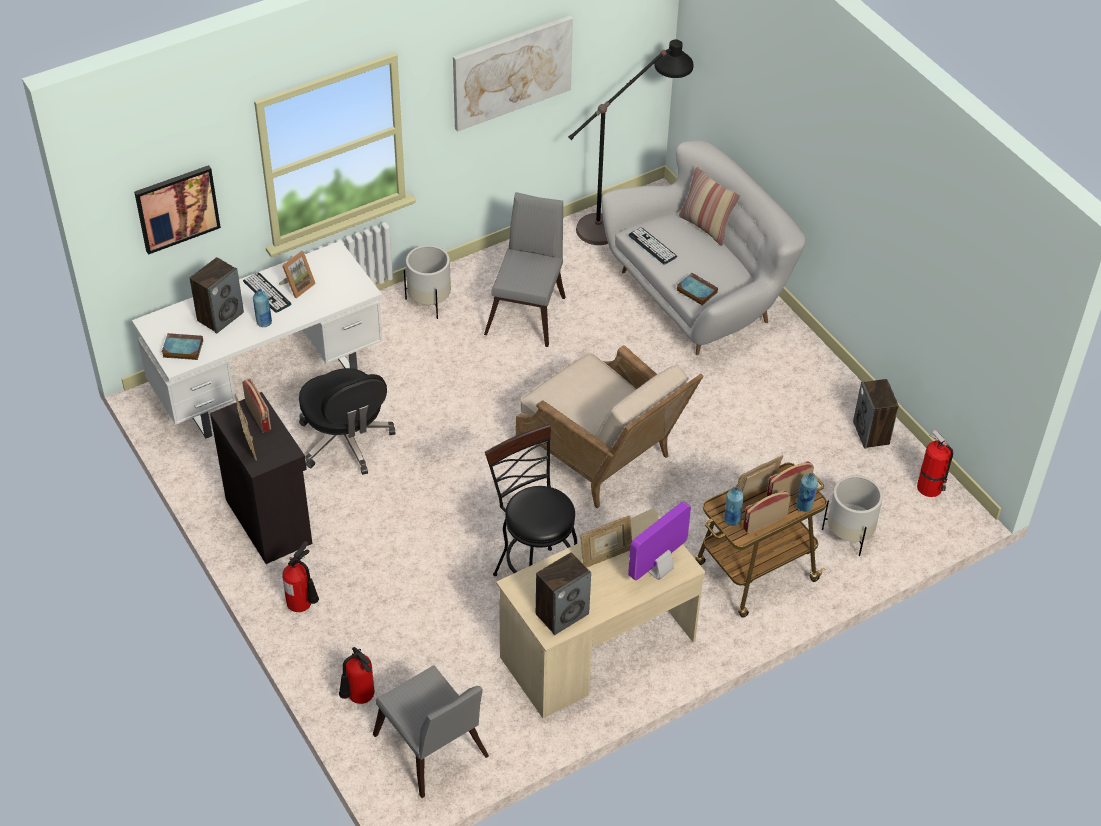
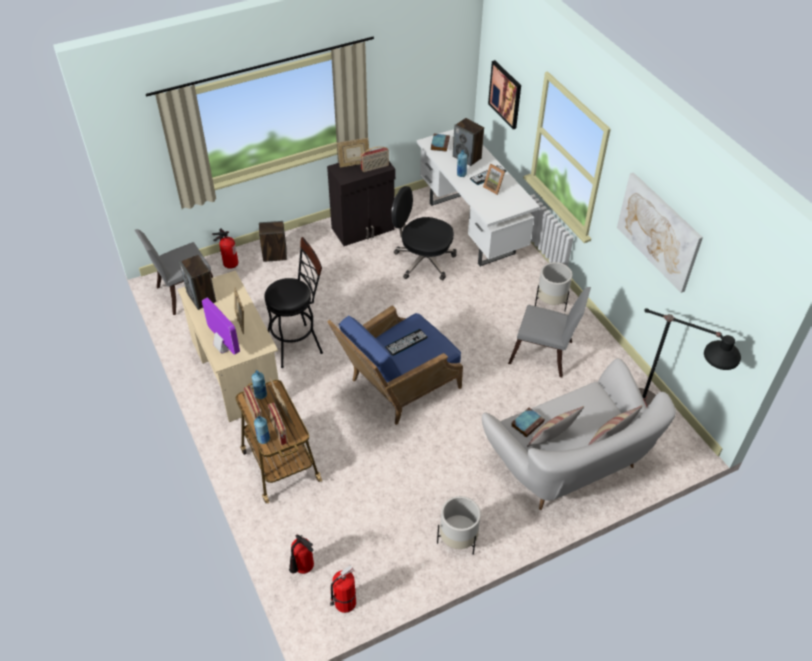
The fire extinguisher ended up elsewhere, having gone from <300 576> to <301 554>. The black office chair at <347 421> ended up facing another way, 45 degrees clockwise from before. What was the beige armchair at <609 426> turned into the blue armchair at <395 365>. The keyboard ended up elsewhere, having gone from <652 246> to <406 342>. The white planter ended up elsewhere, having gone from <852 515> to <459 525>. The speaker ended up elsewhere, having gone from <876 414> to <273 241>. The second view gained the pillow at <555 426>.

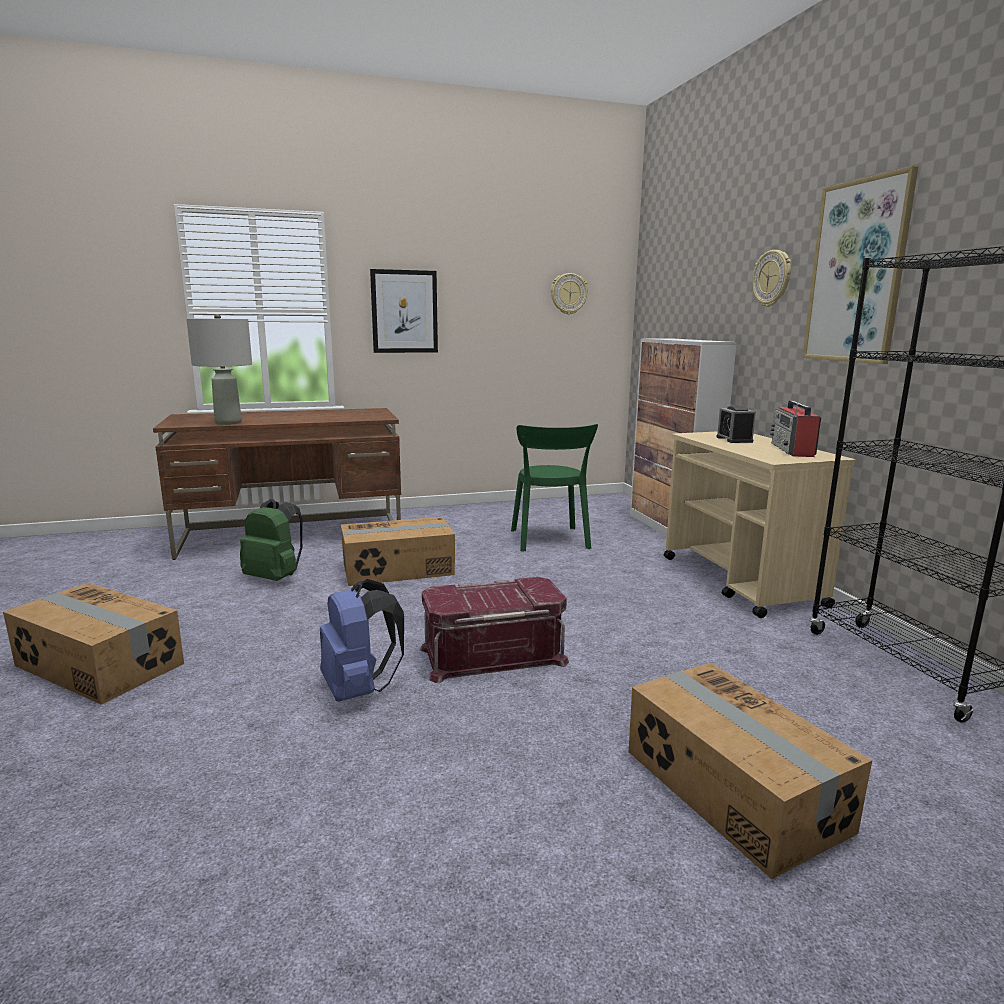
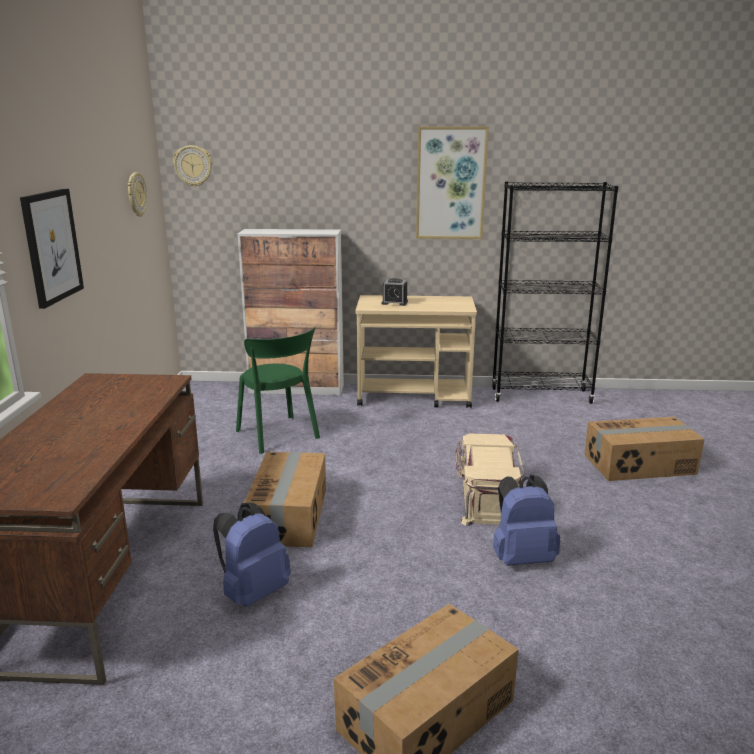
The second view lost the grey table lamp at <219 369>. What was the green backpack at <271 540> turned into the blue backpack at <252 554>. What was the red storage box at <494 630> turned into the beige storage box at <490 480>. The green chair at <554 488> ended up facing another way, 45 degrees clockwise from before. The wall clock ended up elsewhere, having gone from <771 278> to <192 166>. The second view lost the radio at <795 429>.

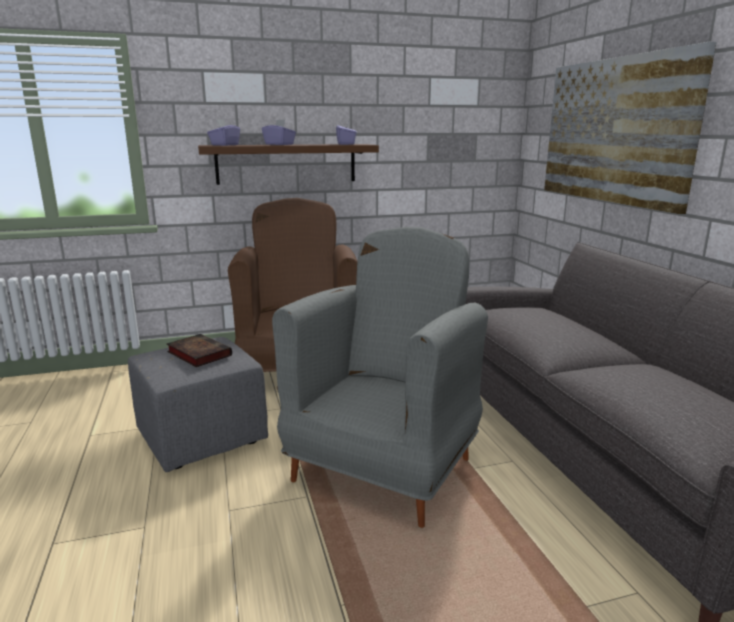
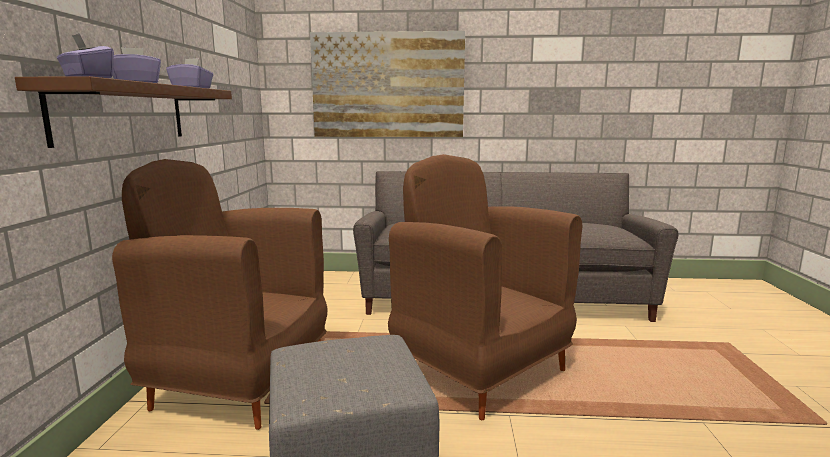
The second view lost the book at <199 350>. What was the grey armchair at <380 377> turned into the brown armchair at <485 287>.

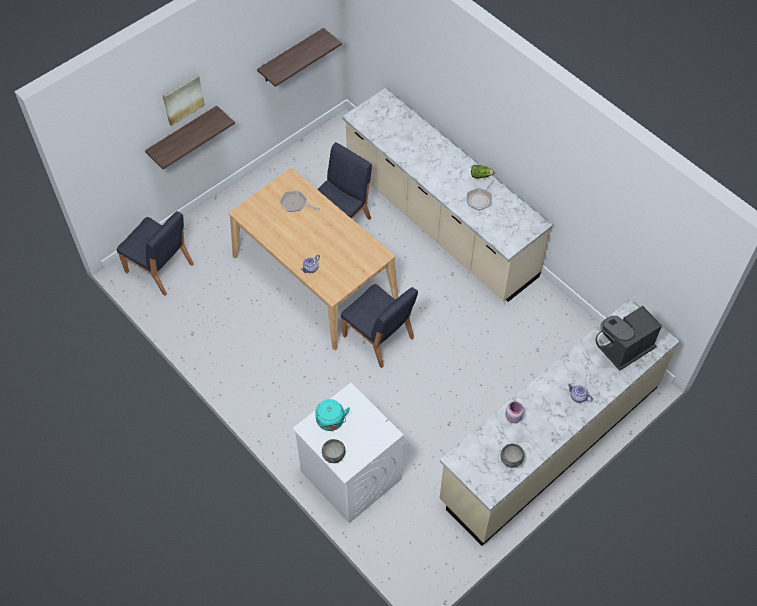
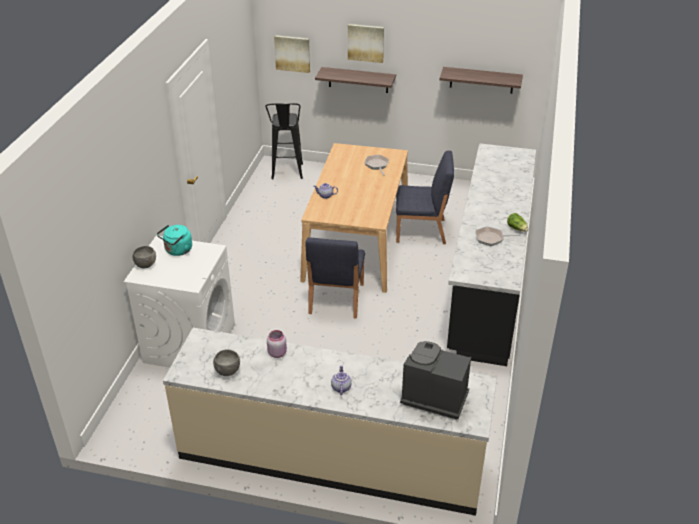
Where the blue chair stood at <155 253>, the black stool came to stand at <284 141>. What was the beige counter at <447 195> turned into the black counter at <491 254>. The second view gained the picture at <292 54>.

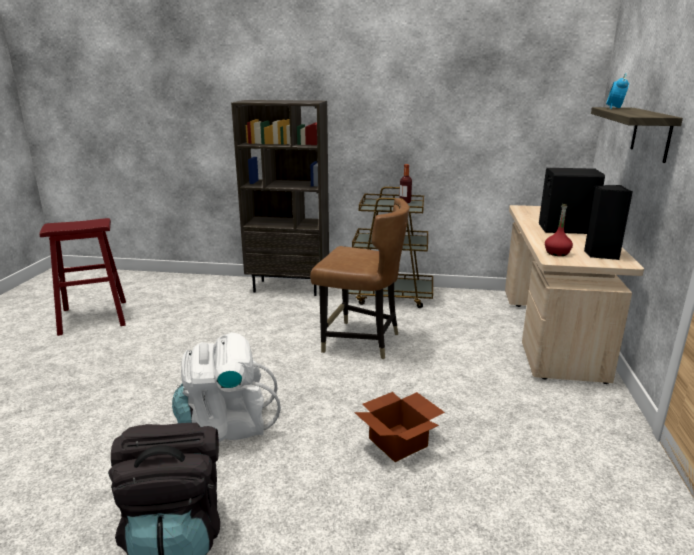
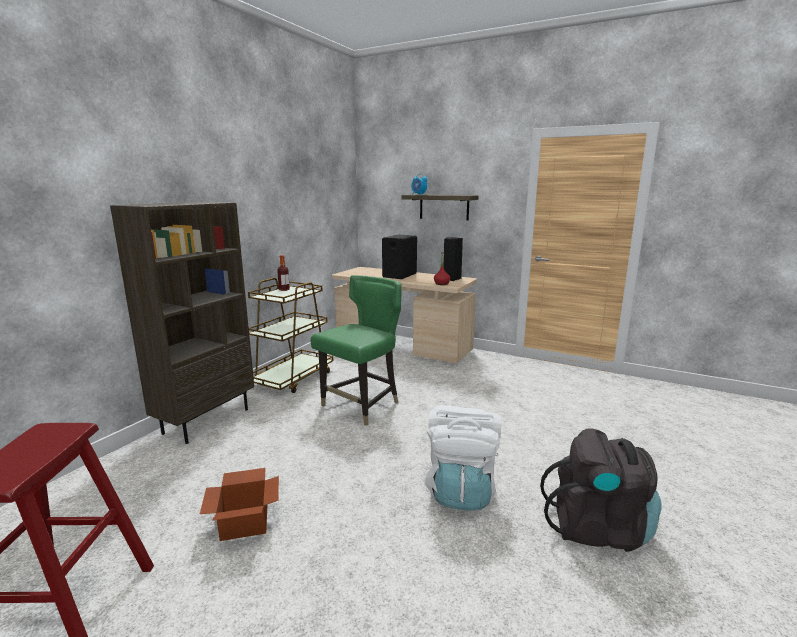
What was the brown chair at <360 278> turned into the green chair at <356 350>. The cardboard box ended up elsewhere, having gone from <399 427> to <239 504>.

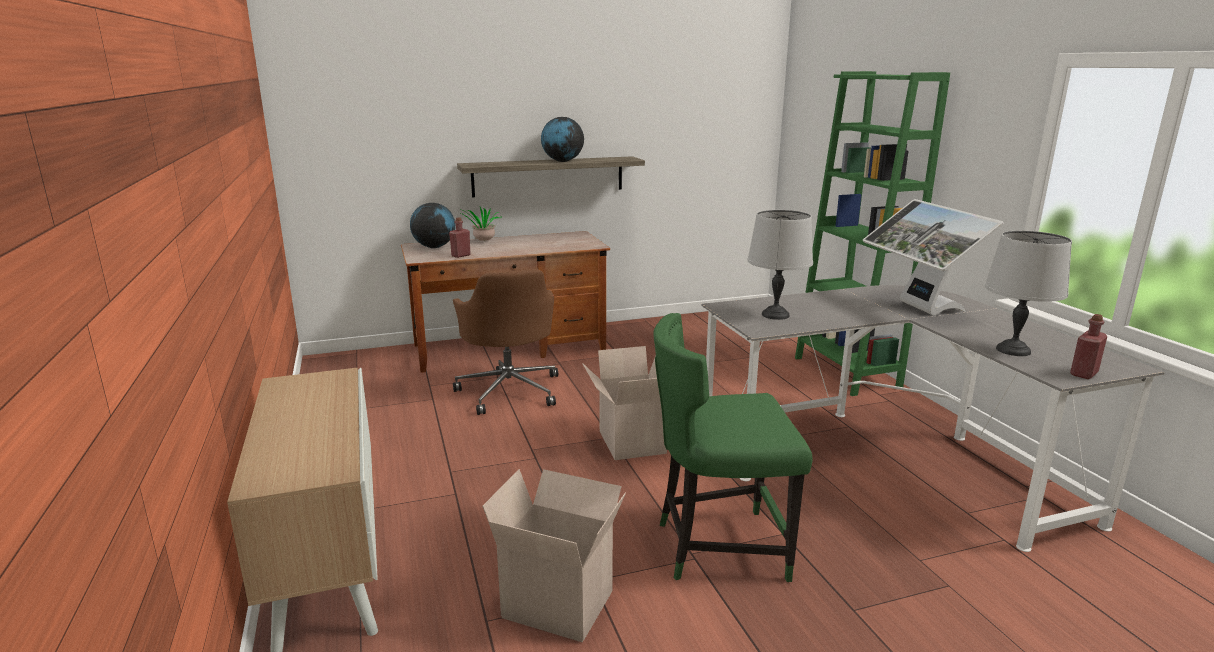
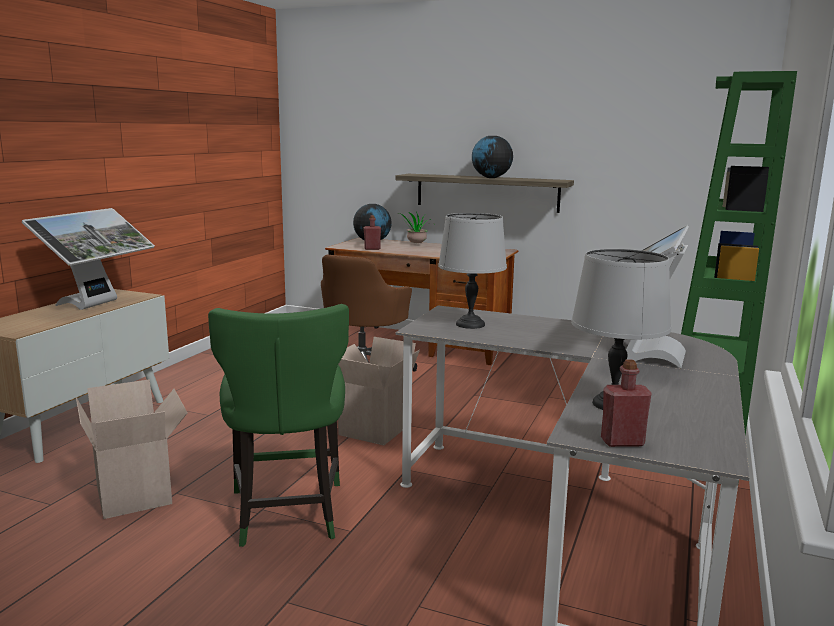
The green chair at <732 447> ended up facing another way, 135 degrees counterclockwise from before. The second view gained the monitor at <88 259>.

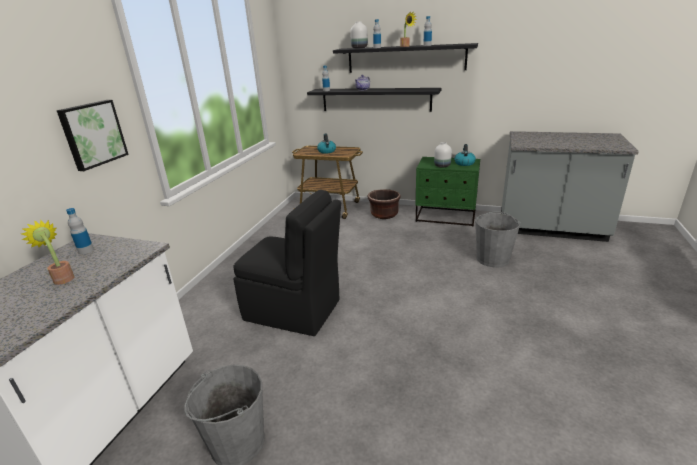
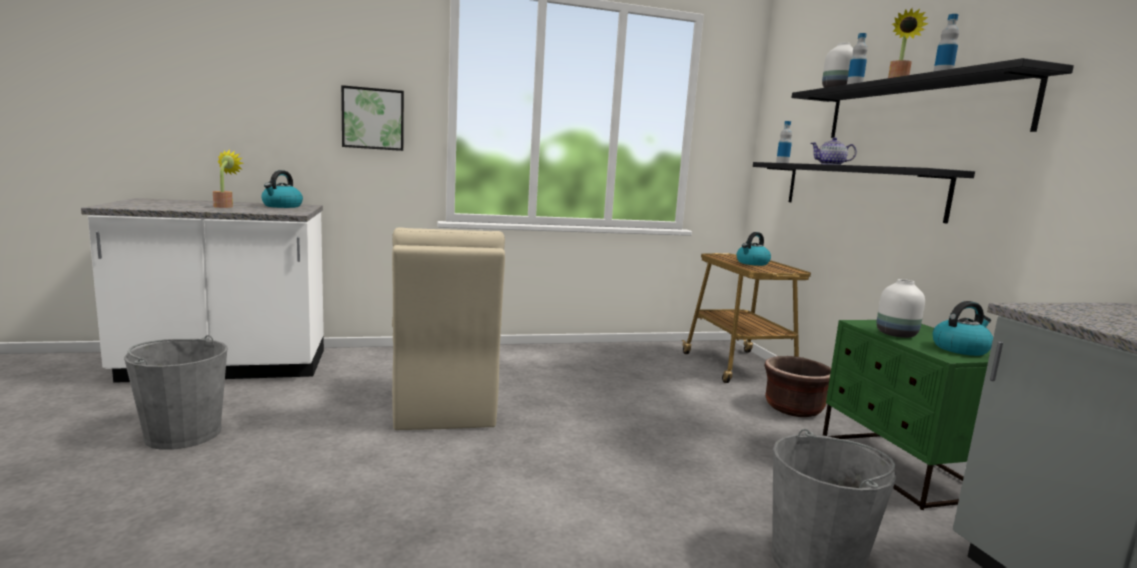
Where the bottle stood at <80 231>, the kettle came to stand at <282 189>. What was the black chair at <287 263> turned into the beige chair at <448 328>.

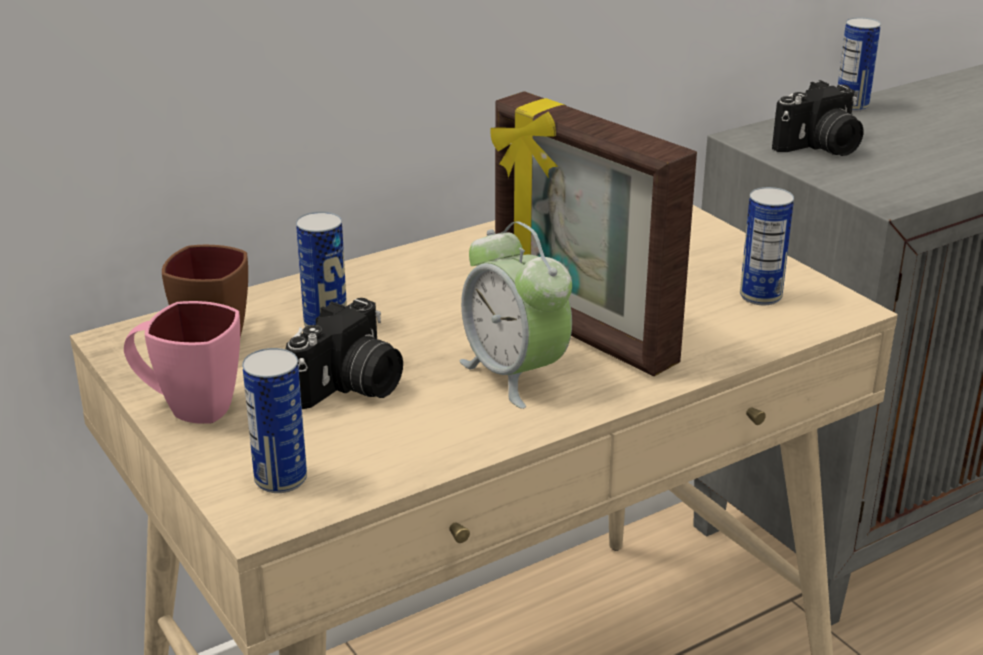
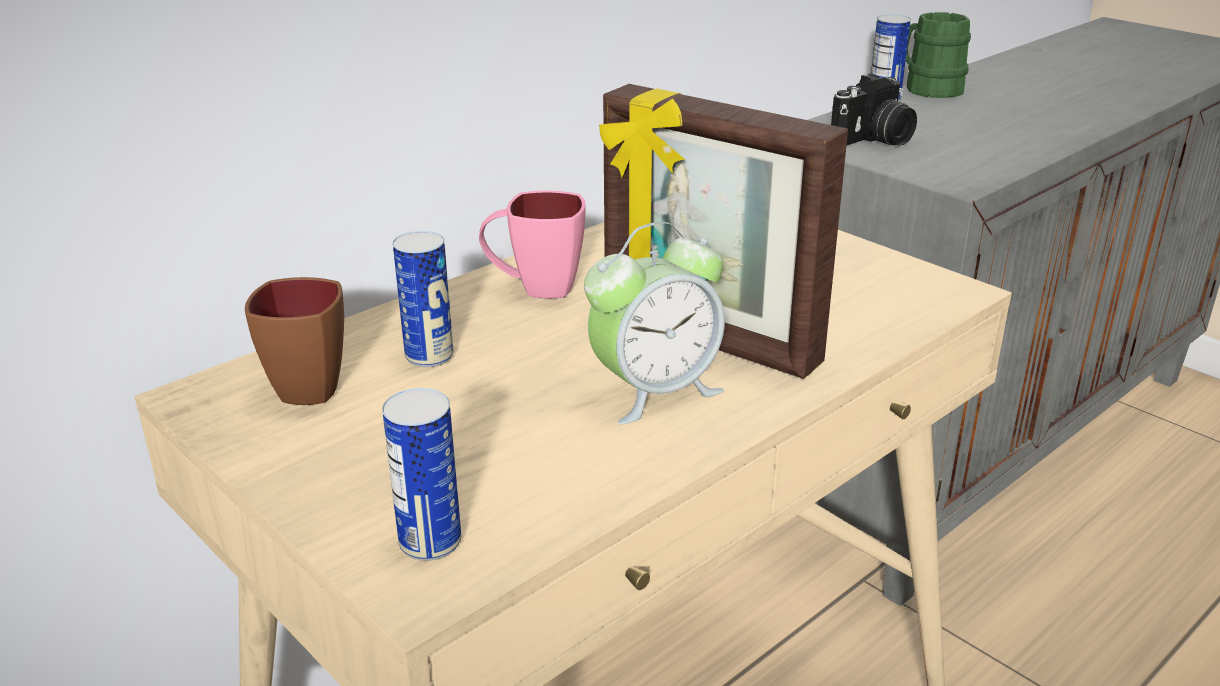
The pink mug ended up elsewhere, having gone from <182 362> to <532 245>. The second view lost the photo camera at <344 353>. The alarm clock at <516 315> ended up facing another way, 75 degrees counterclockwise from before. The second view lost the can at <767 246>. The second view gained the green mug at <938 55>.

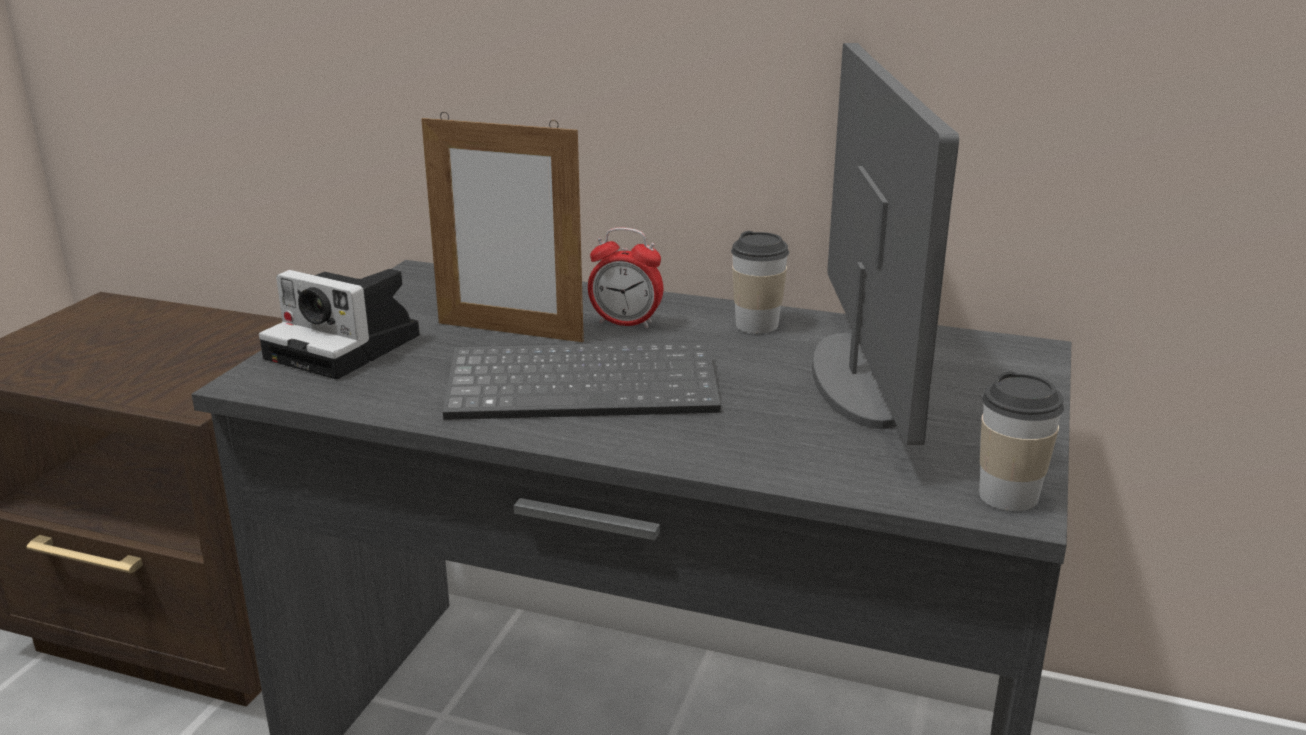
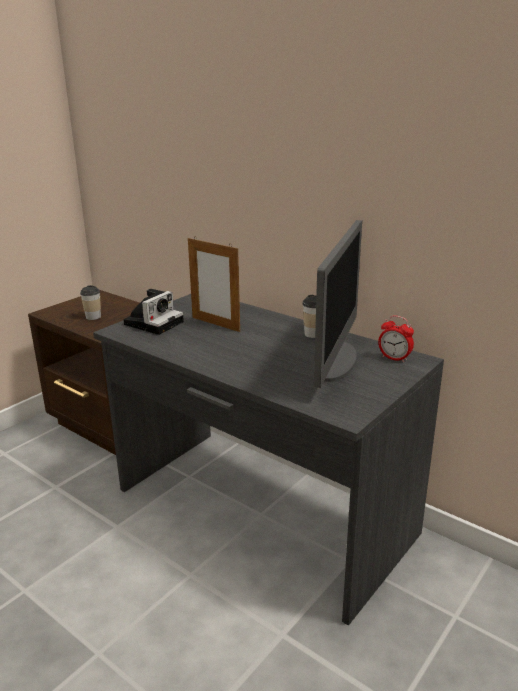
The photo camera at <339 324> ended up facing another way, 105 degrees counterclockwise from before. The second view lost the keyboard at <582 380>. The alarm clock ended up elsewhere, having gone from <625 277> to <396 339>. The cup ended up elsewhere, having gone from <1021 441> to <90 302>.

